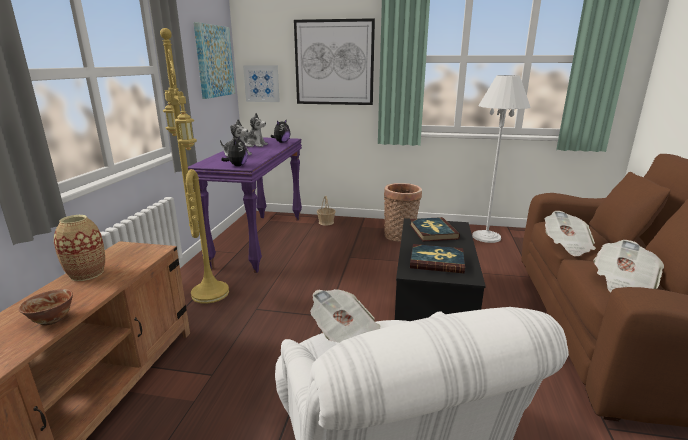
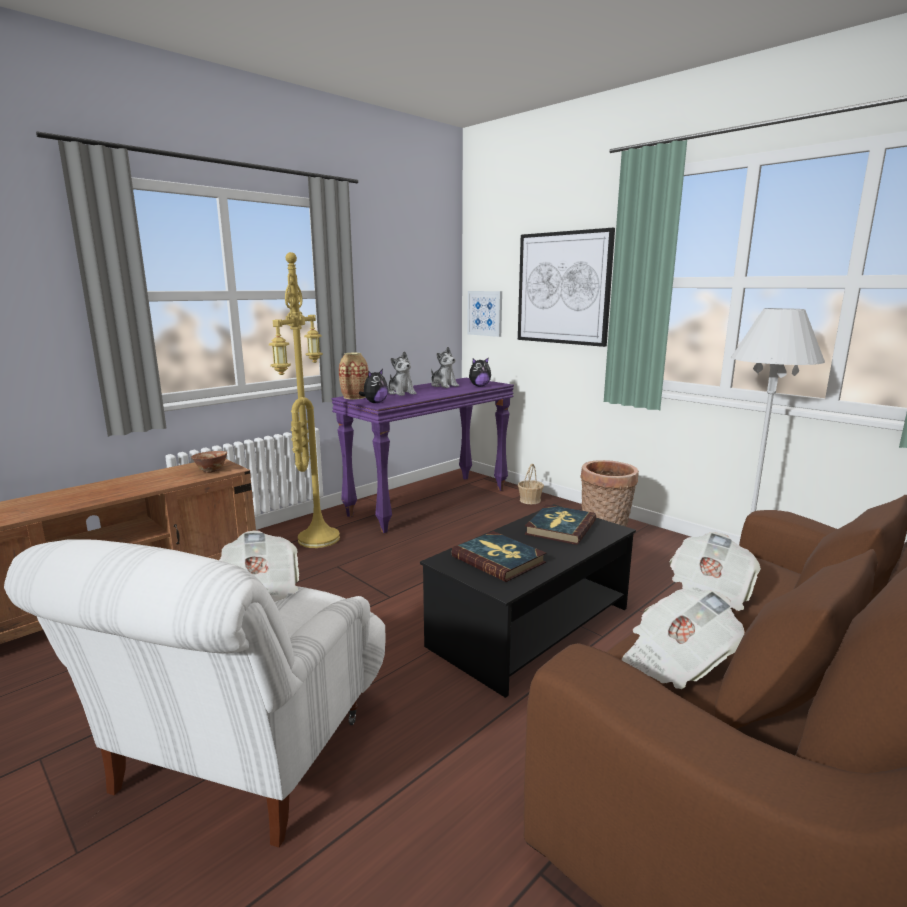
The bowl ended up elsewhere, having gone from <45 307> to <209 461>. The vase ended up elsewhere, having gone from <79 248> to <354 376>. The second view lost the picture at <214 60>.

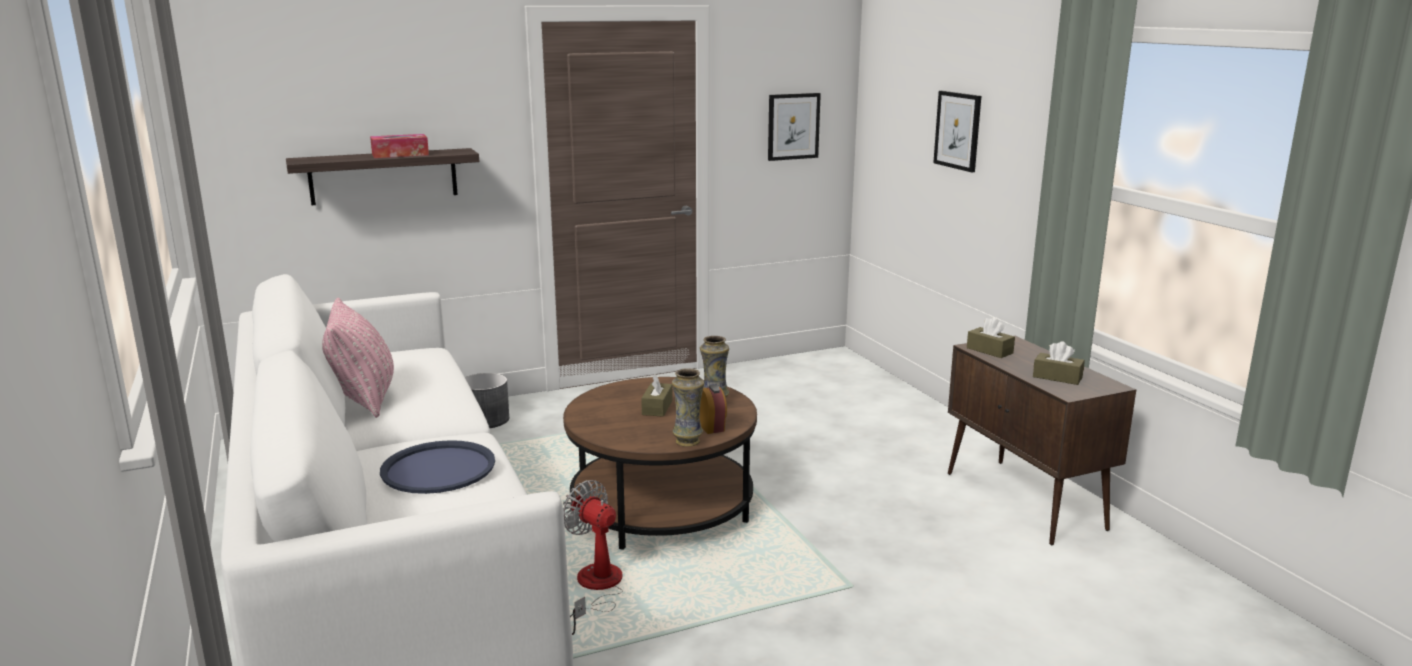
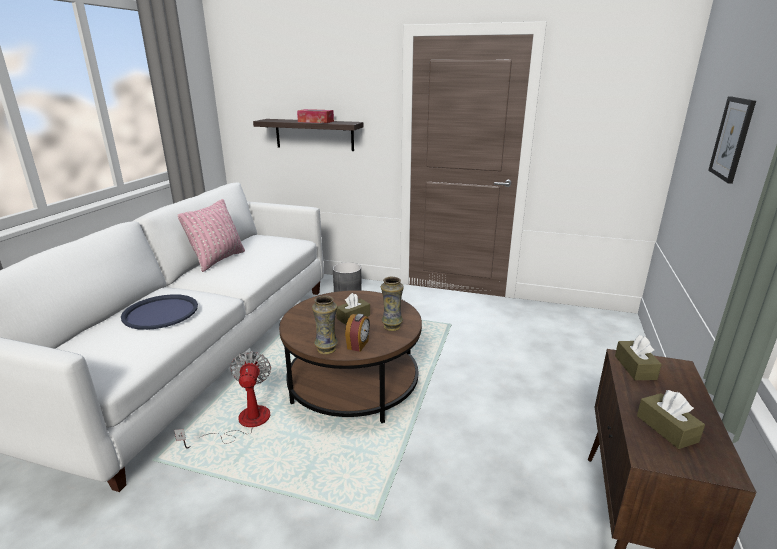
The second view lost the picture at <794 127>.

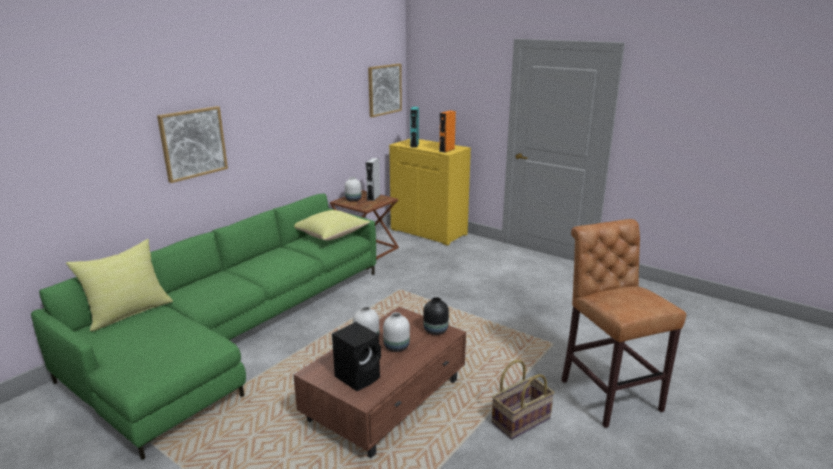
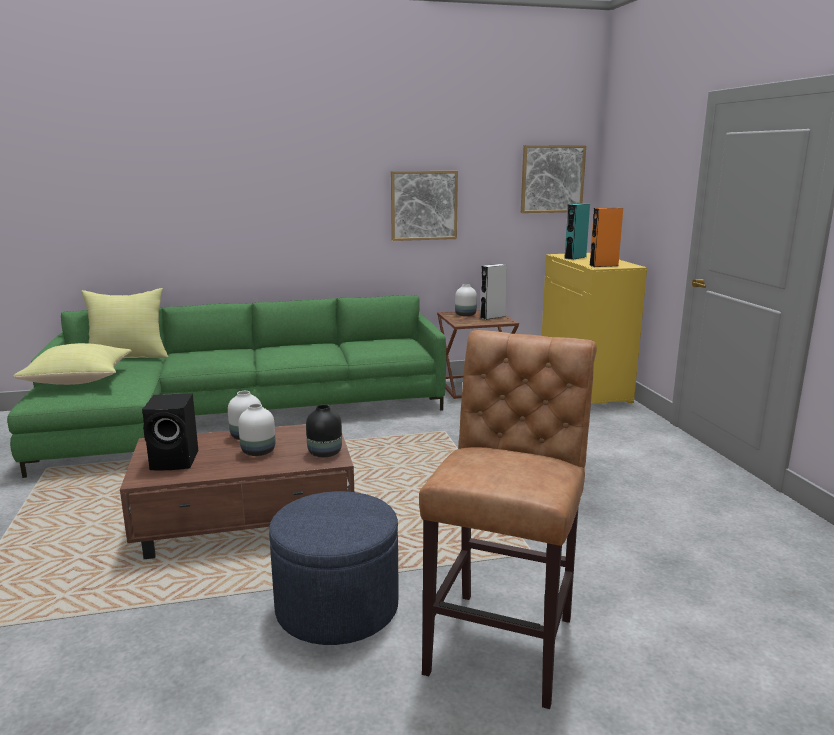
The picture ended up elsewhere, having gone from <192 144> to <424 206>. The yellow pillow ended up elsewhere, having gone from <332 225> to <73 364>. Where the basket stood at <523 399>, the blue ottoman came to stand at <334 568>.

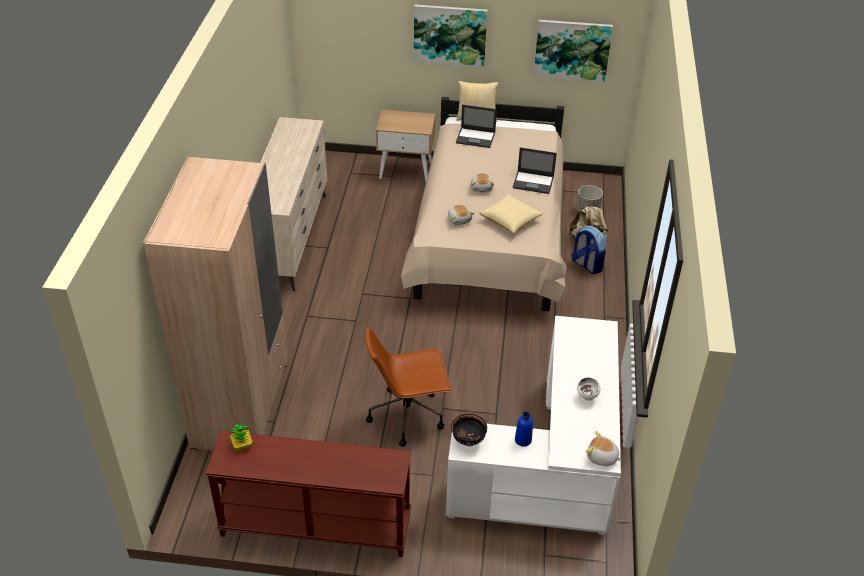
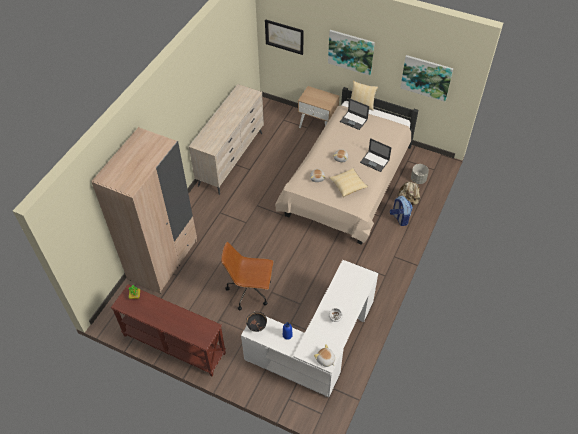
The second view gained the picture at <284 37>.

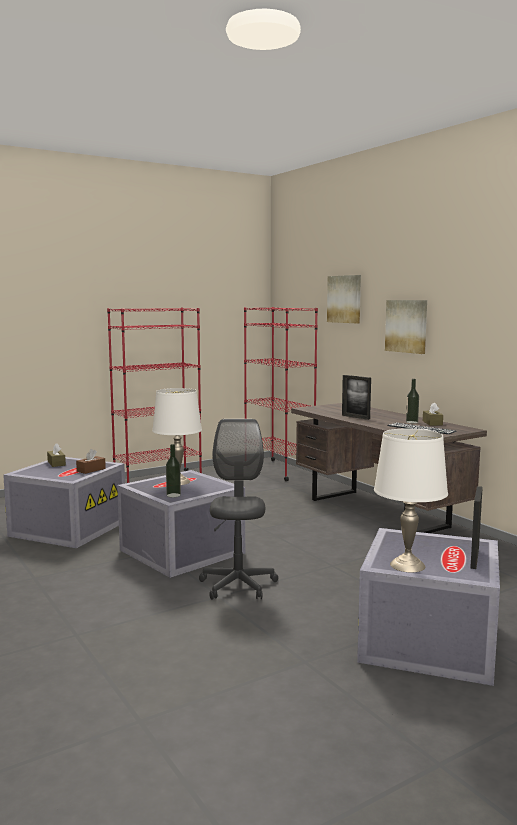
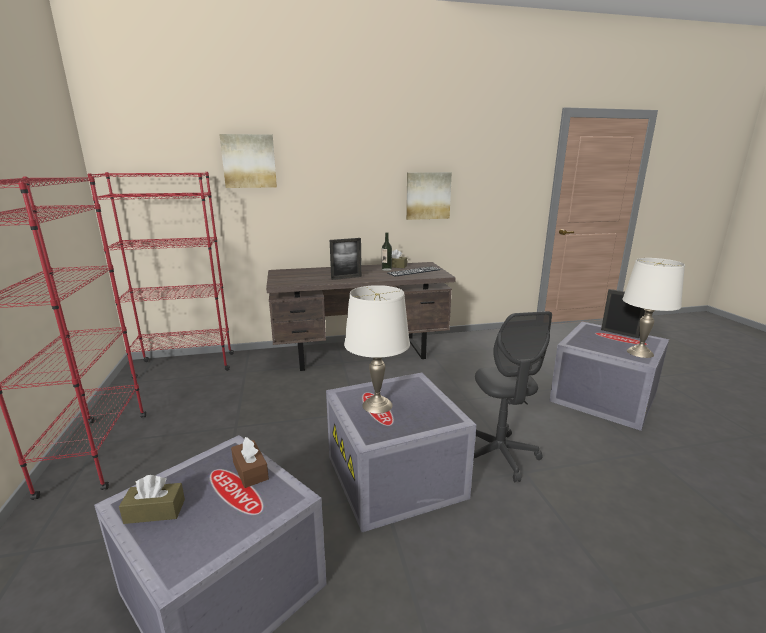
The second view lost the bottle at <173 470>. The grey office chair at <238 509> ended up facing another way, 120 degrees counterclockwise from before. The picture ended up elsewhere, having gone from <406 327> to <429 196>.

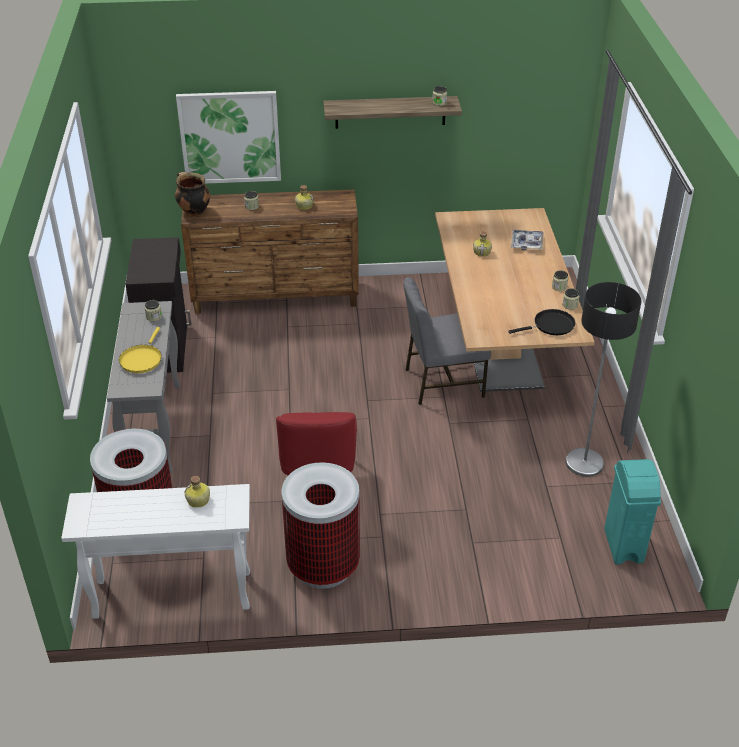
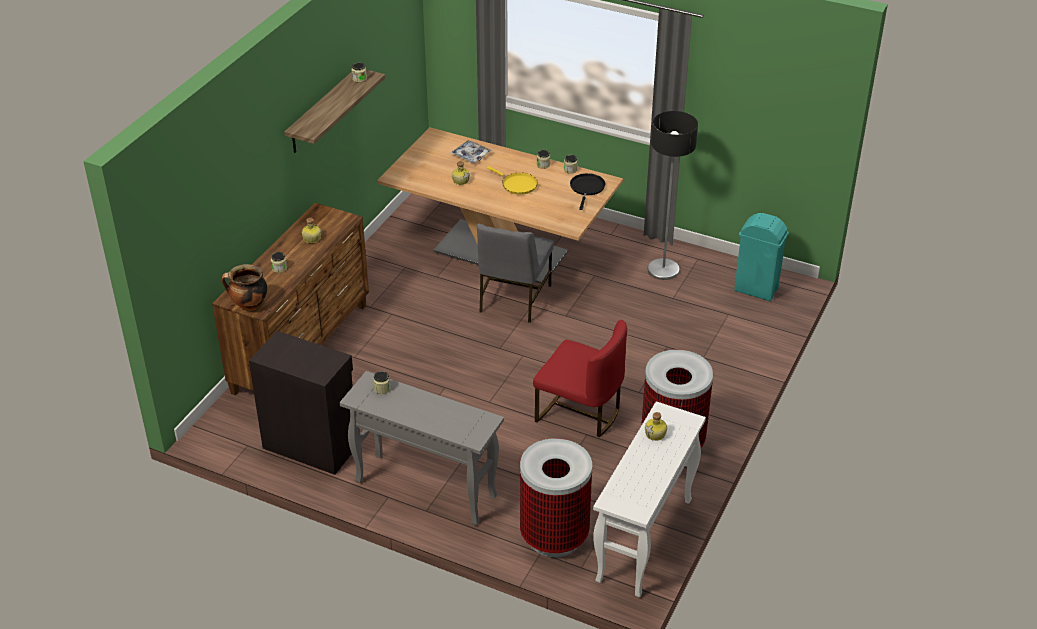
The yellow frying pan ended up elsewhere, having gone from <140 350> to <512 180>. The second view lost the picture at <228 137>.

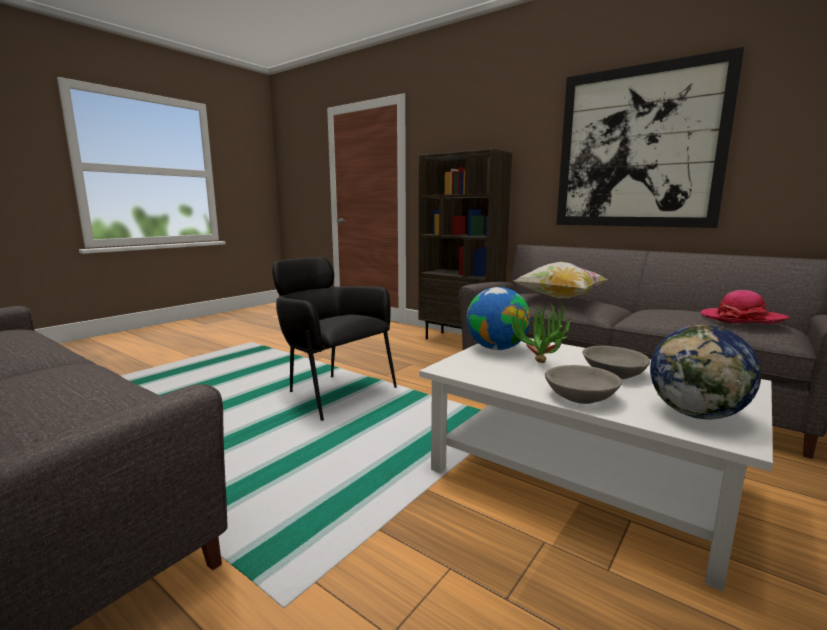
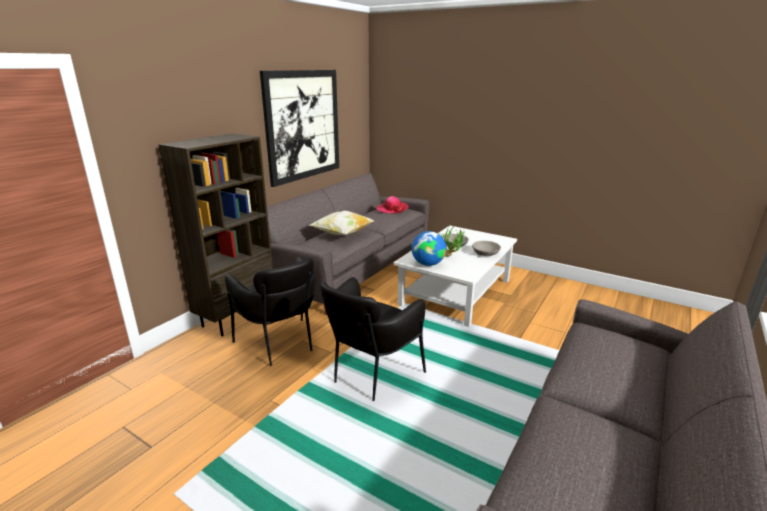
The second view lost the globe at <705 372>. The second view gained the black armchair at <270 311>.

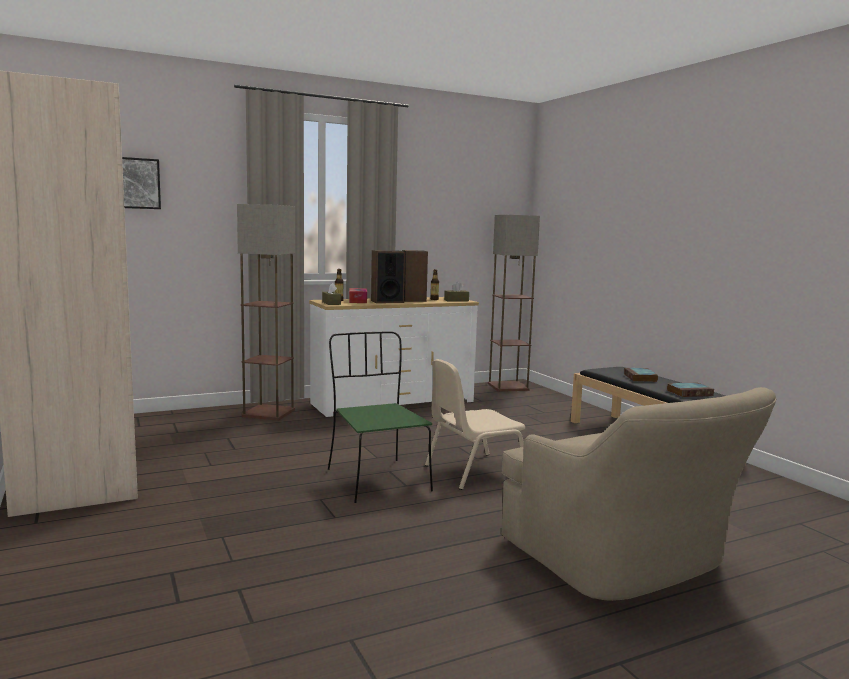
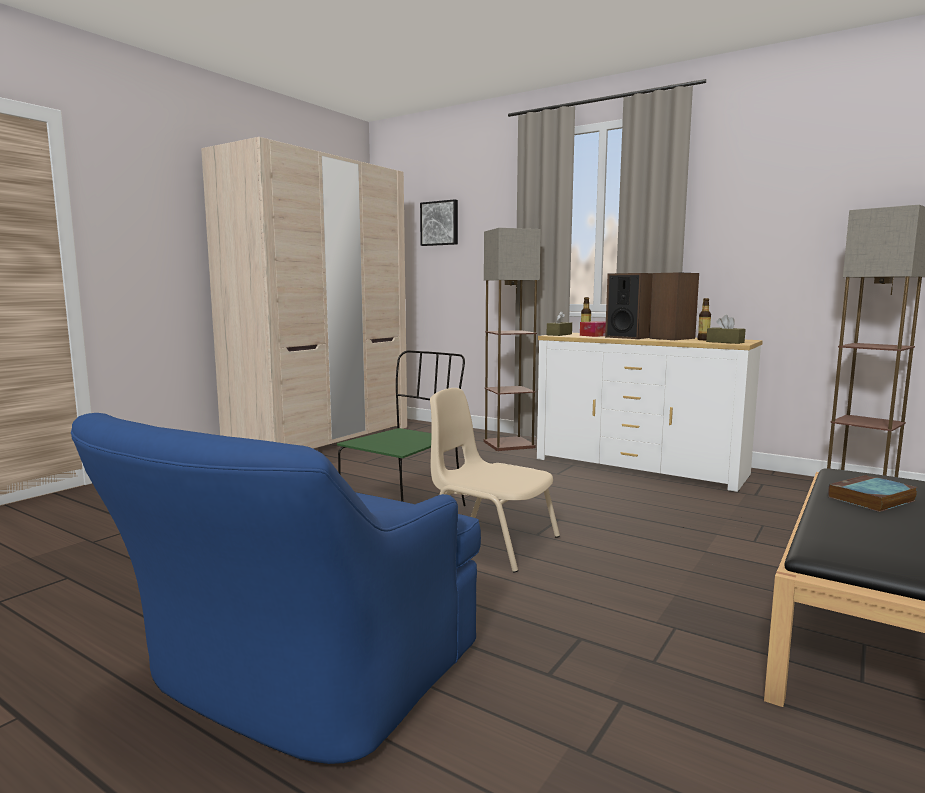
What was the beige armchair at <638 494> turned into the blue armchair at <276 588>. The second view lost the book at <690 390>.

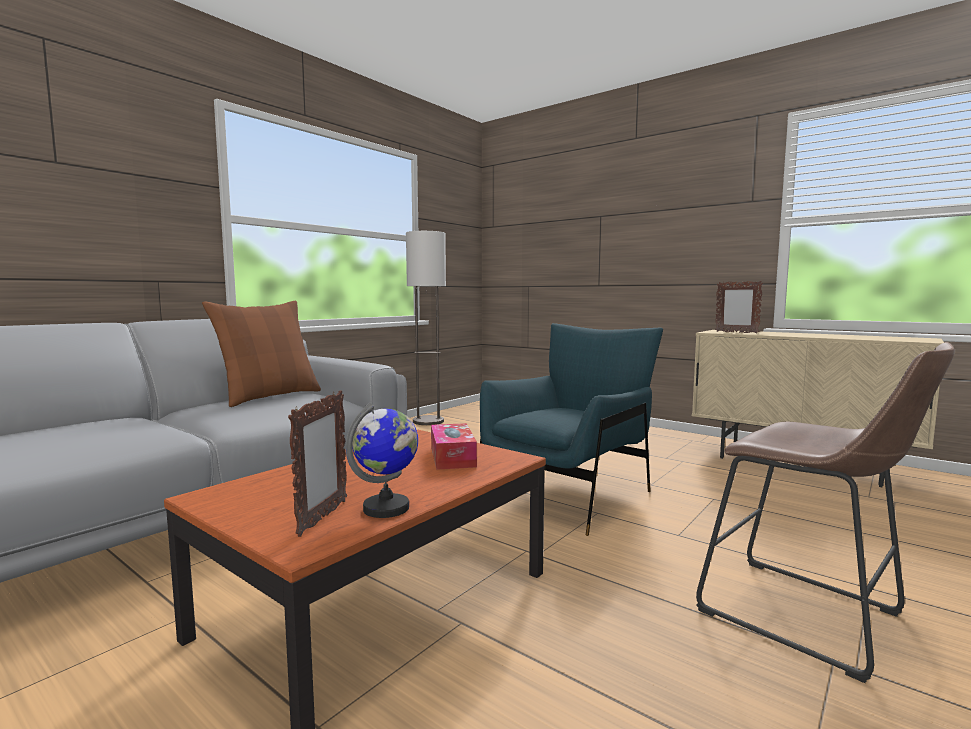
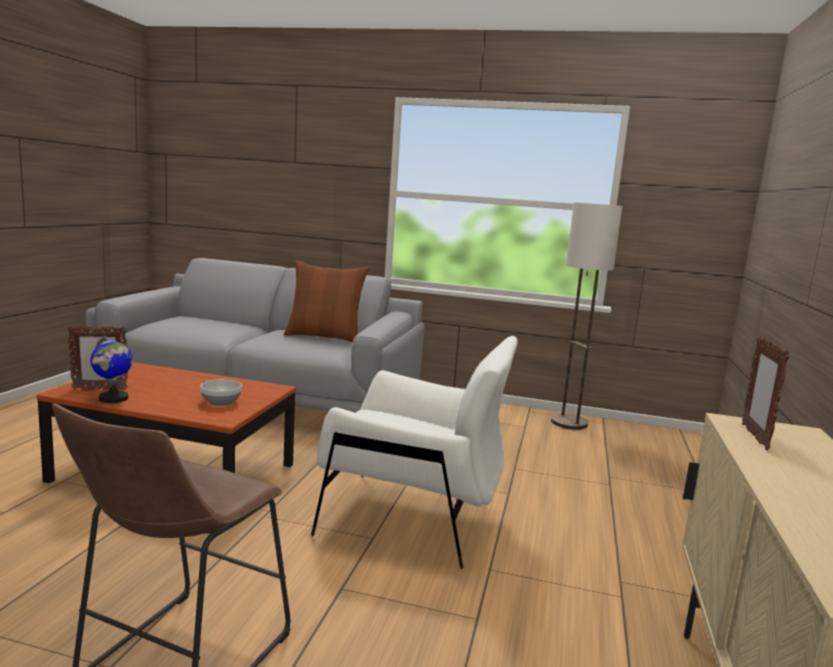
Where the tissue box stood at <454 446>, the bowl came to stand at <221 392>. What was the blue armchair at <571 429> turned into the white armchair at <414 452>.

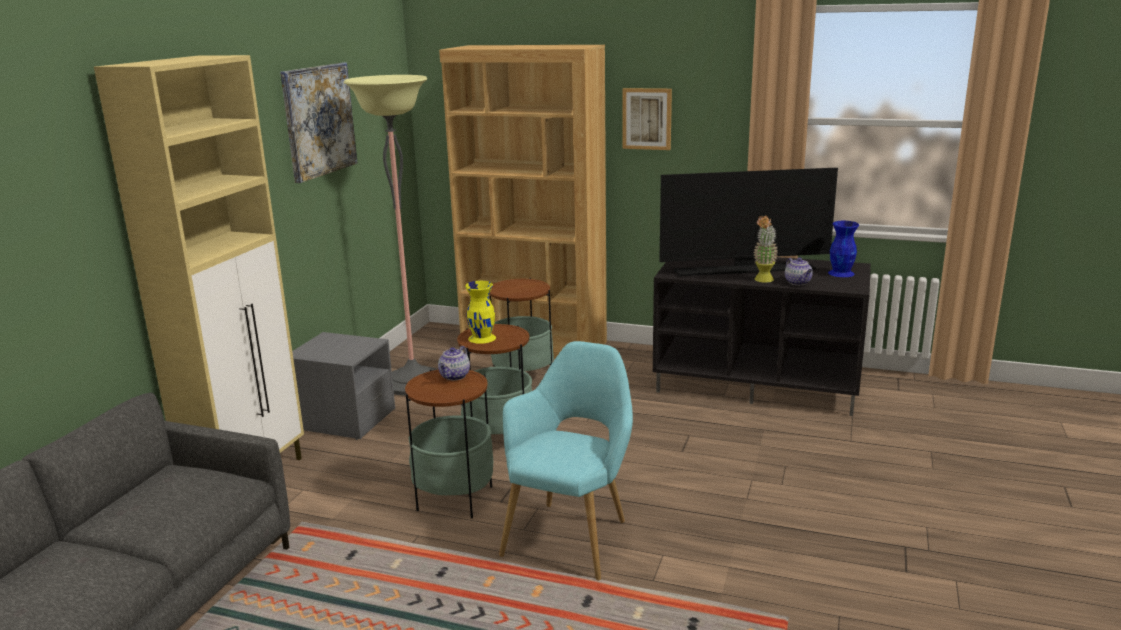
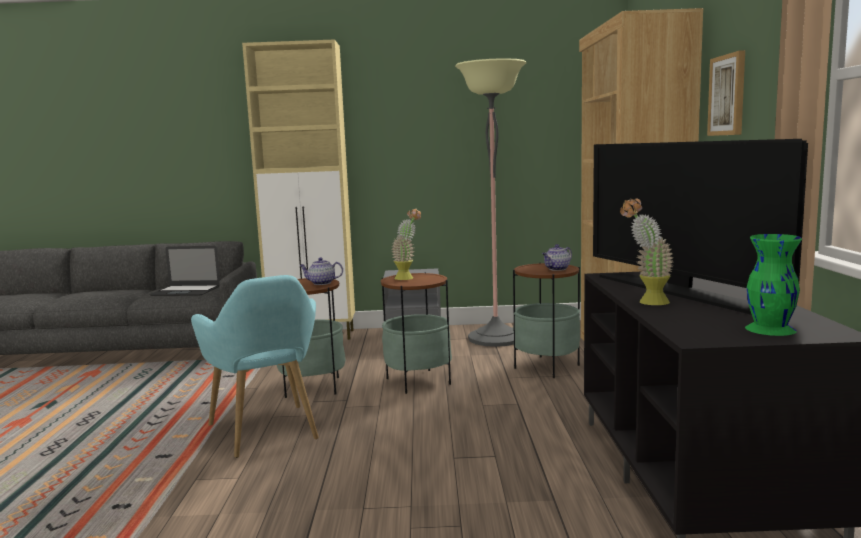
The second view lost the picture at <318 123>. Where the yellow vase stood at <480 312>, the potted plant came to stand at <406 244>. The turquoise armchair at <566 460> ended up facing another way, 60 degrees clockwise from before. The teapot ended up elsewhere, having gone from <799 271> to <557 257>. What was the blue vase at <843 249> turned into the green vase at <773 285>. The second view gained the laptop at <184 271>.

